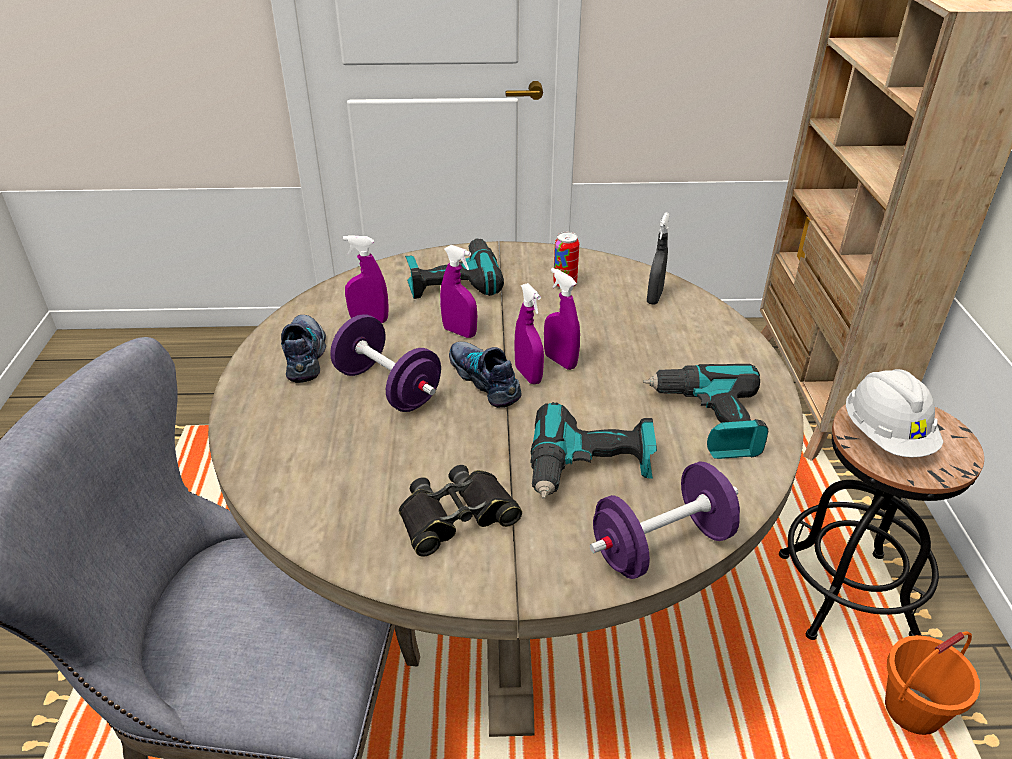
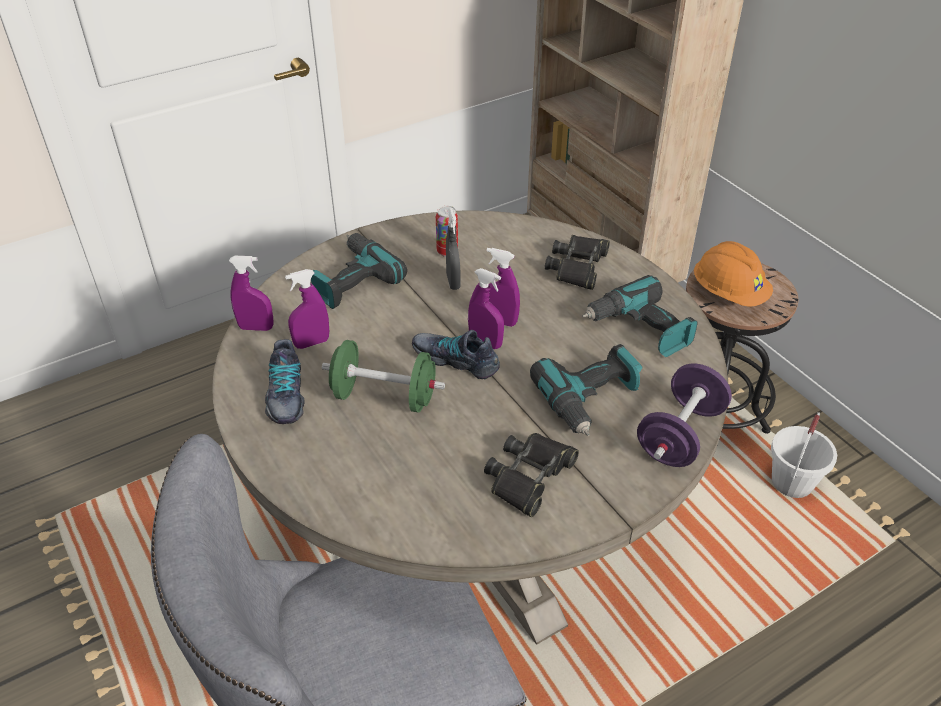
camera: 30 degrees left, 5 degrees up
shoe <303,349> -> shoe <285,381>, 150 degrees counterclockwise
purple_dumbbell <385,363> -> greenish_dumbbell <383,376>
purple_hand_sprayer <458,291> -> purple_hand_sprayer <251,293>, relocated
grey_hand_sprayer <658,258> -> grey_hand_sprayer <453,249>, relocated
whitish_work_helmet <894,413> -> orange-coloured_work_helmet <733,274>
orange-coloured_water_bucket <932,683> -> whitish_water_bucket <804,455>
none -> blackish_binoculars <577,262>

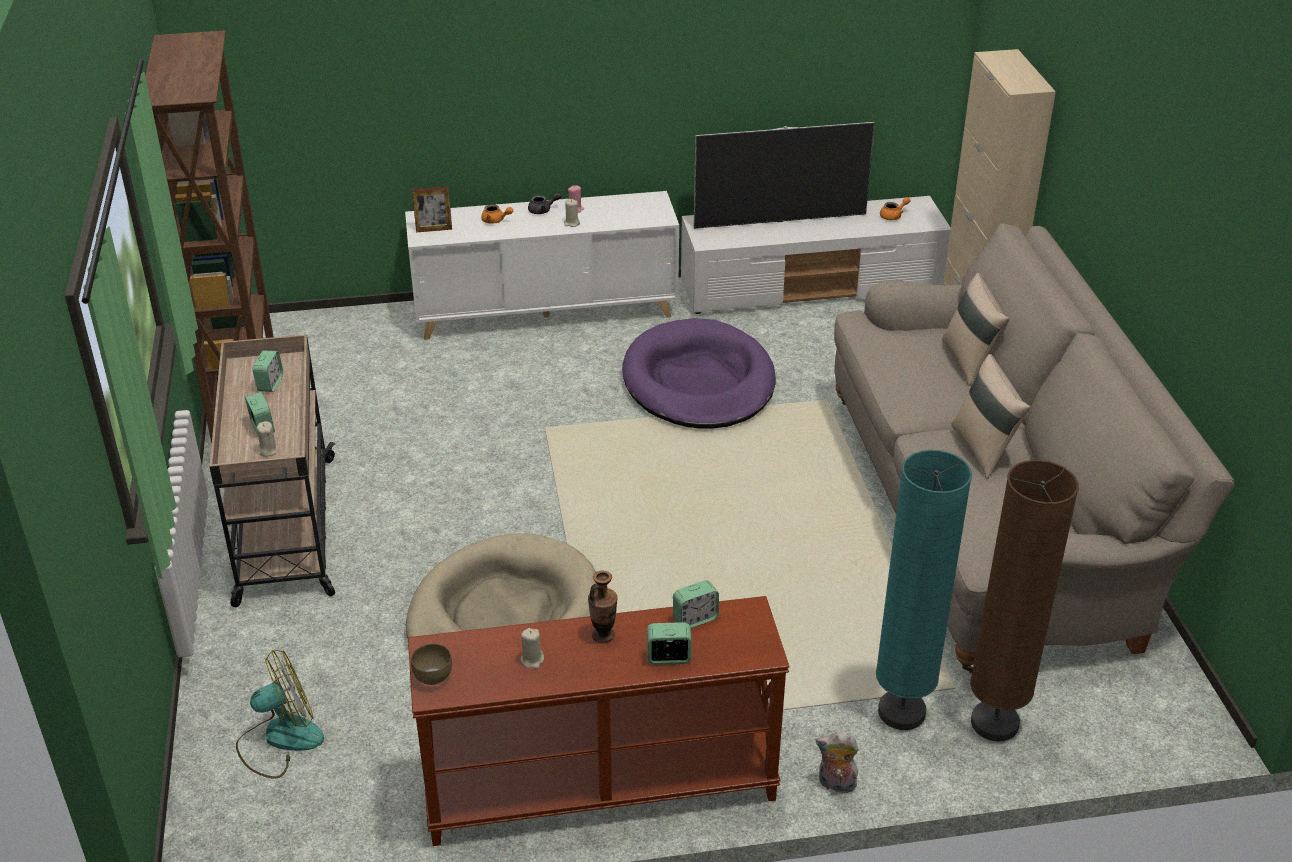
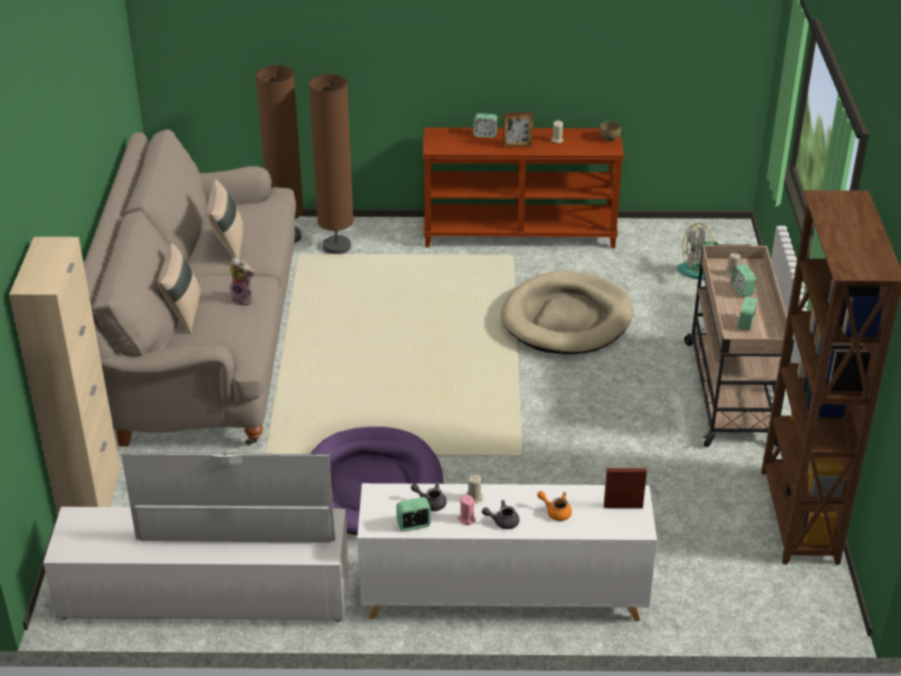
camera: 170 degrees left, 0 degrees up
decorative_vase <603,607> -> picture_frame <518,130>
table_clock <696,604> -> table_clock <413,514>, relocated
plush_toy <837,762> -> plush_toy <242,282>, relocated
blue-green_standard_lamp <924,590> -> brownish_standard_lamp <331,164>
orange-coloured_teapot <895,208> -> none
none -> grey_teapot <429,496>

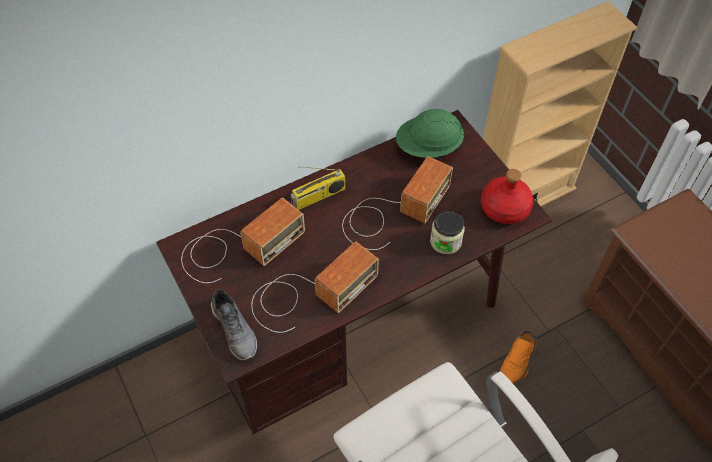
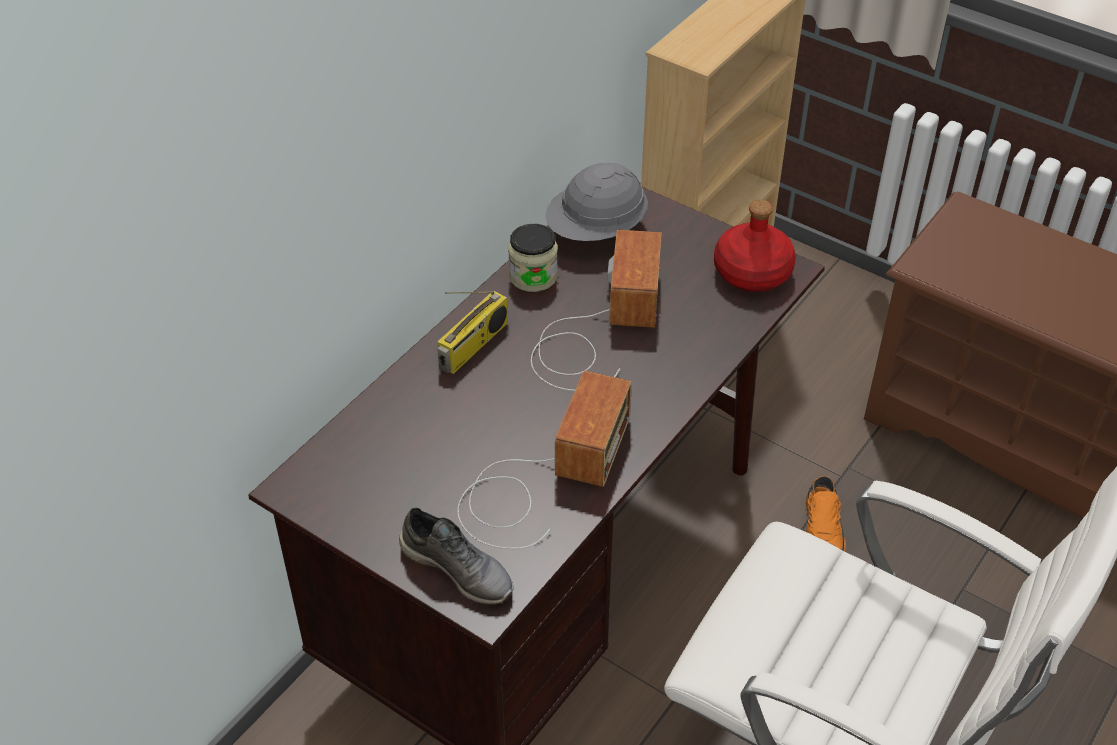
camera: 25 degrees left, 10 degrees down
radio <243,240> -> none
greenish_work_helmet <430,134> -> grey_work_helmet <596,201>
storage_jar <447,232> -> storage_jar <533,258>, relocated

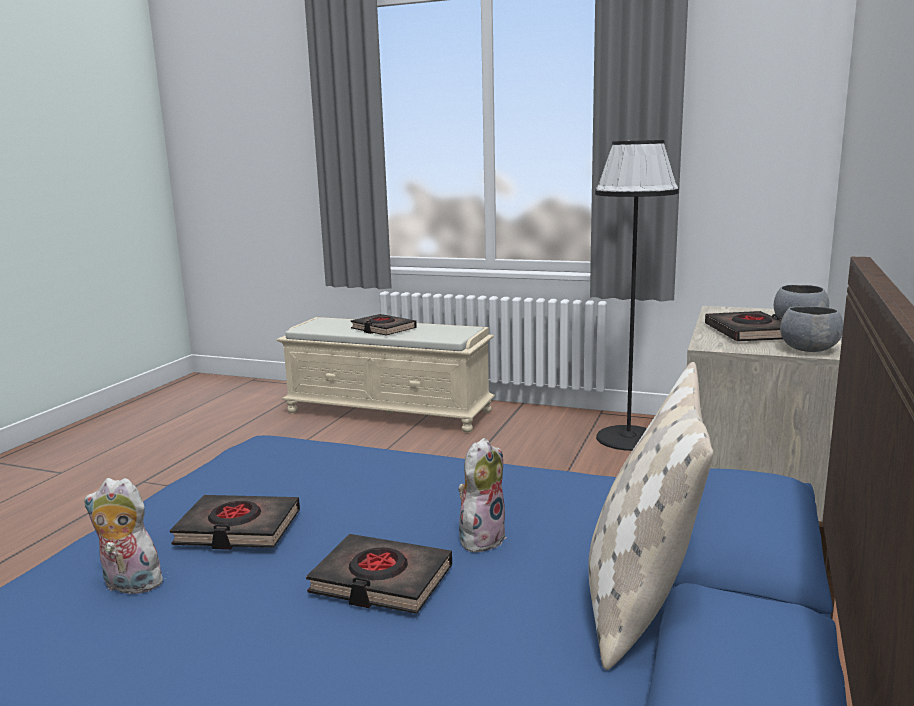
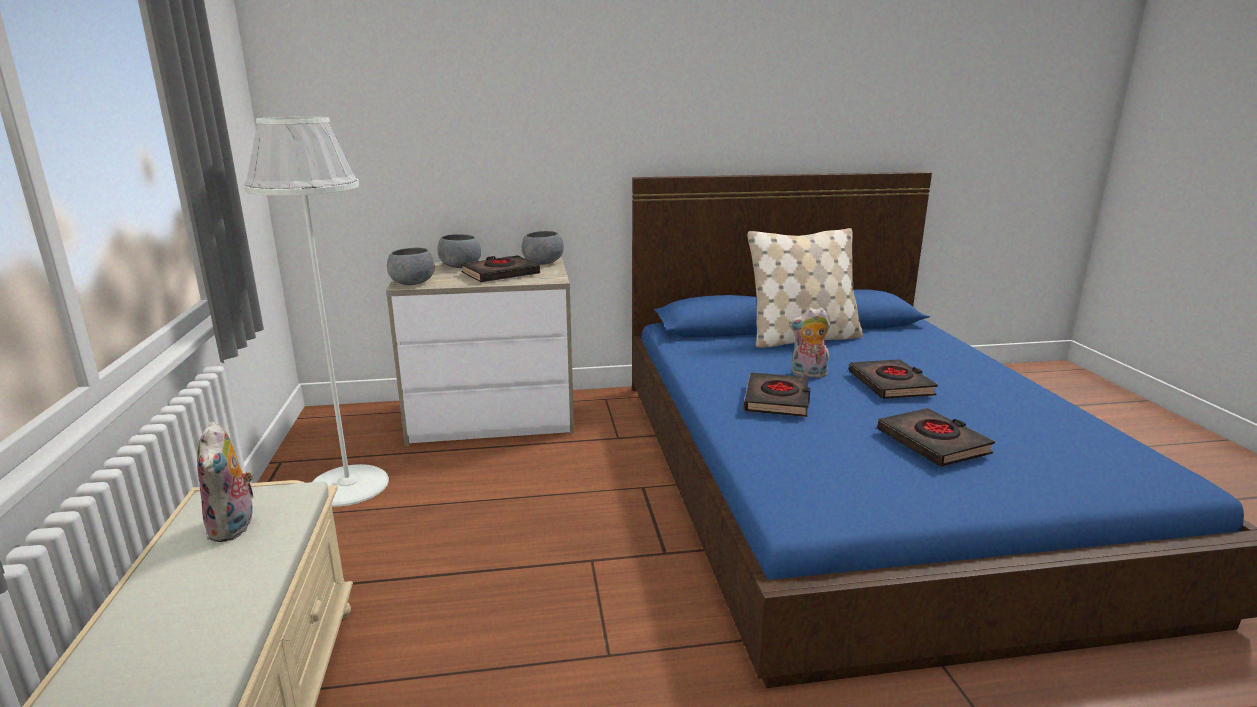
camera: 120 degrees left, 5 degrees up
plush_toy <126,536> -> plush_toy <227,482>, relocated
blackish_volume <384,324> -> blackish_volume <777,395>, relocated
blackish_standard_lamp <637,295> -> whitish_standard_lamp <316,312>
none -> grey_deep_dish <411,266>

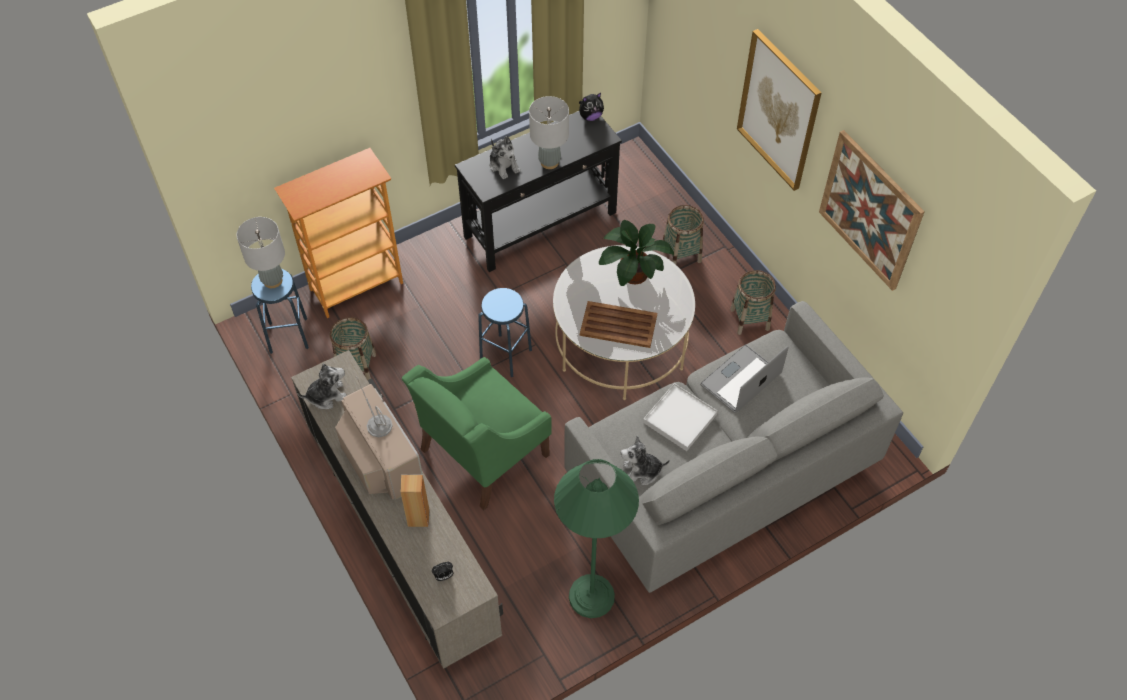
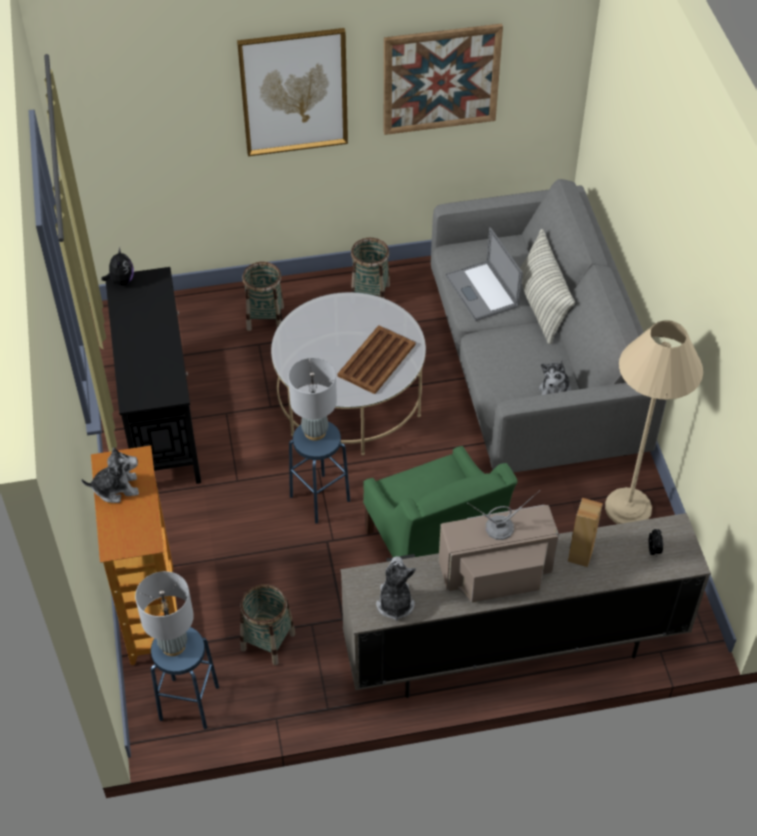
camera: 70 degrees left, 5 degrees down
plush_toy <504,157> -> plush_toy <110,475>, relocated
grey_tabletop_lamp <549,132> -> grey_tabletop_lamp <312,399>, relocated
greenish_standard_lamp <596,538> -> beige_standard_lamp <654,422>
houseplant <636,253> -> none
whitish_carrying_tray <680,417> -> none
none -> throw_pillow <547,286>

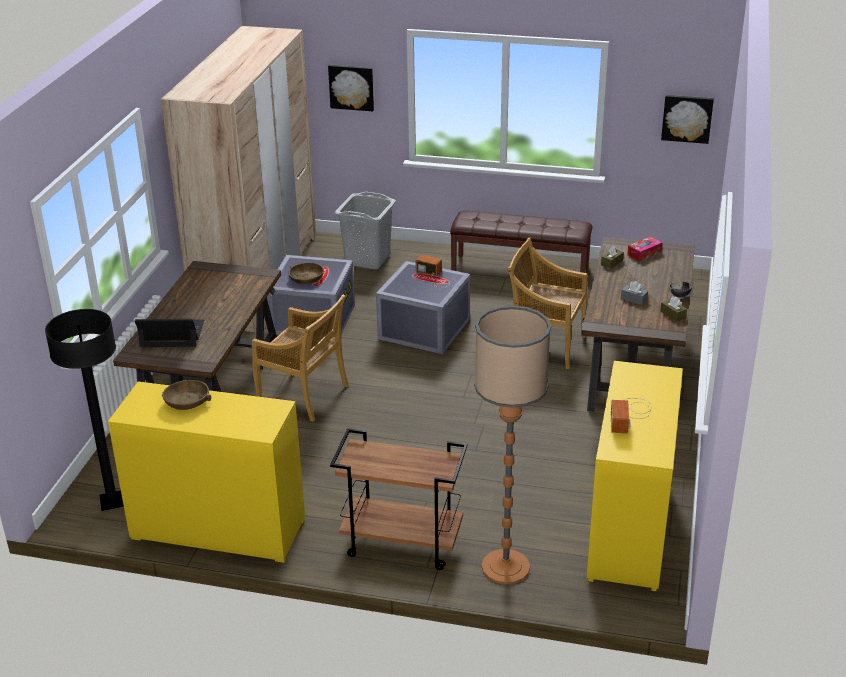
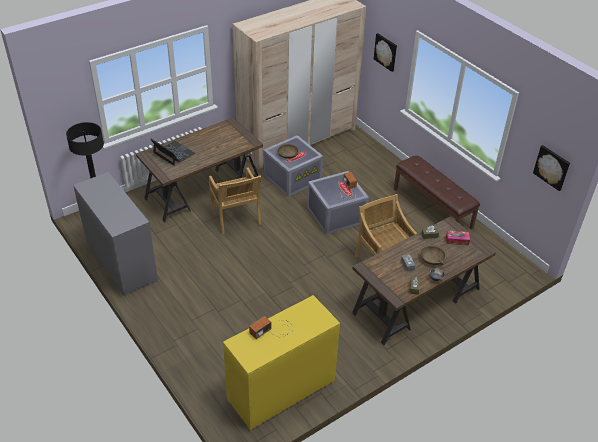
camera: 40 degrees right, 10 degrees up
yellowish_chest_of_drawers <206,472> -> grey_chest_of_drawers <115,234>
brownish_deep_dish <186,395> -> brownish_deep_dish <433,255>, relocated
brownish_trolley <398,499> -> none
grey_hamper <365,231> -> none
standard_lamp <512,445> -> none

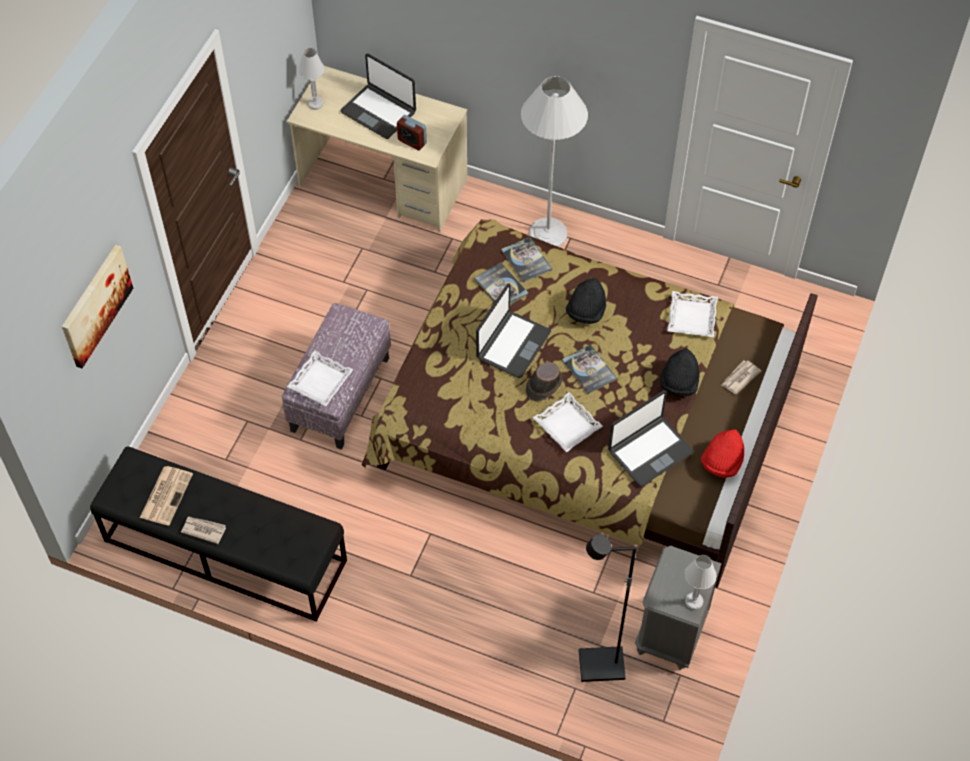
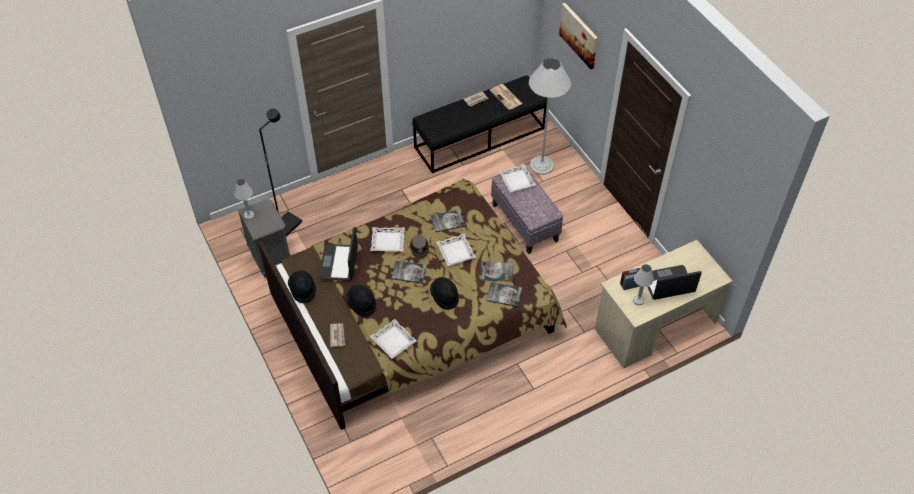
camera: 130 degrees right, 5 degrees down
whitish_tabletop_lamp <311,79> -> whitish_tabletop_lamp <643,284>, relocated
laptop <513,330> -> whitish_carrying_tray <456,250>
whitish_standard_lamp <554,161> -> whitish_standard_lamp <550,116>, relocated
reddish_clothing_hat <722,453> -> blackish_clothing_hat <302,286>
none -> volume <447,221>

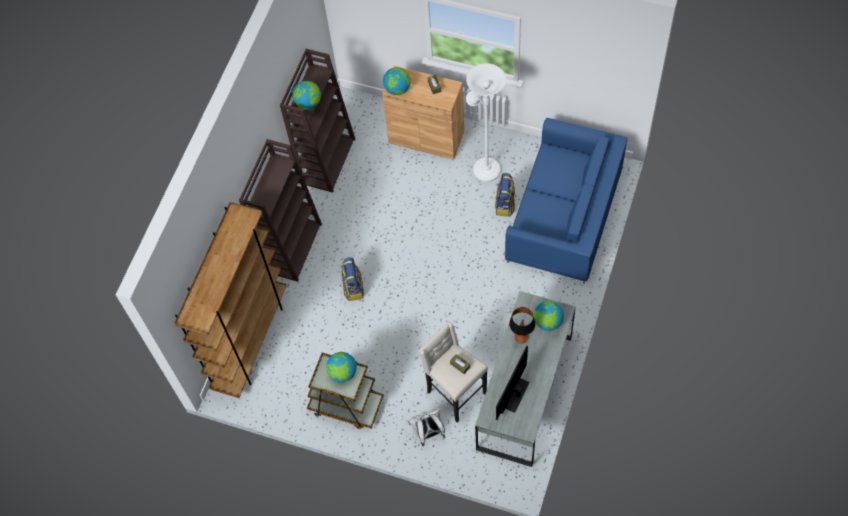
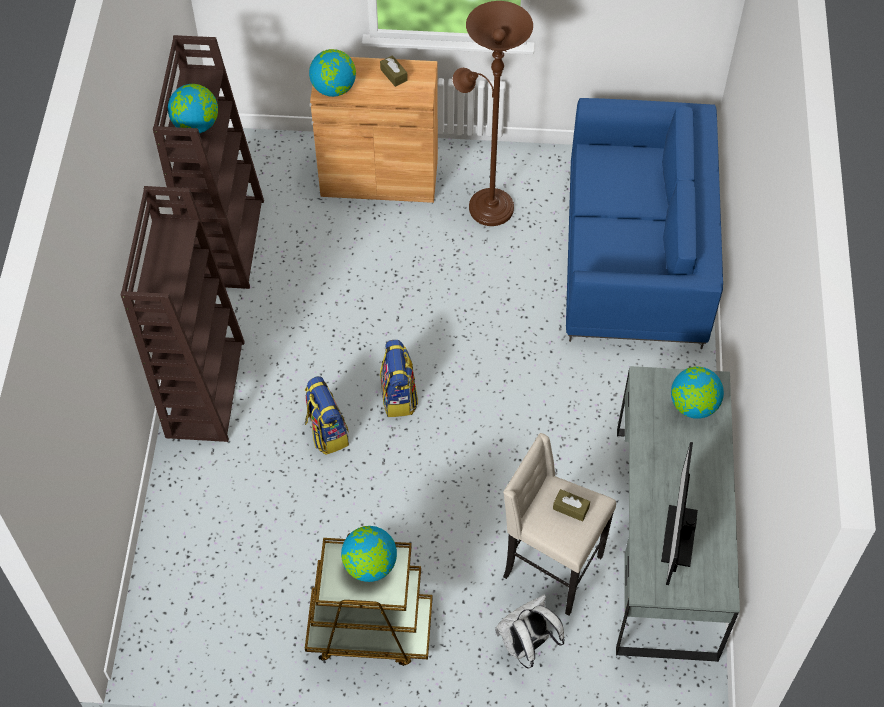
camera: 20 degrees left, 5 degrees down
brownish_bookcase <230,300> -> none
whitish_standard_lamp <486,122> -> brownish_standard_lamp <493,113>
knapsack <505,194> -> knapsack <399,378>, relocated
tabletop_lamp <522,325> -> none

